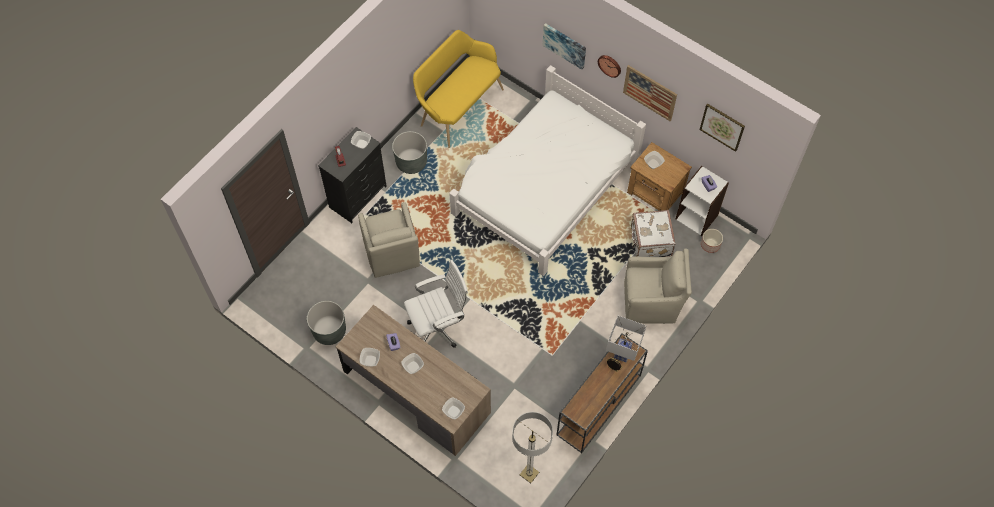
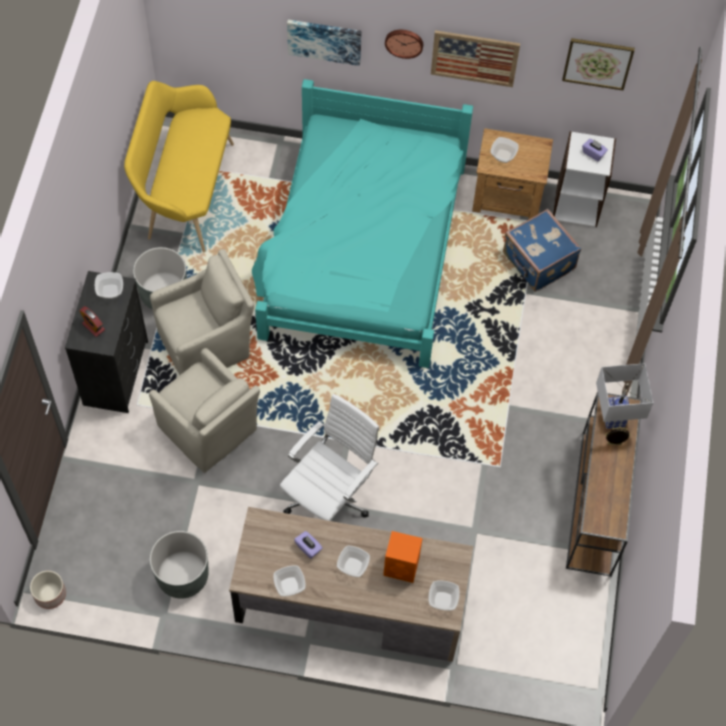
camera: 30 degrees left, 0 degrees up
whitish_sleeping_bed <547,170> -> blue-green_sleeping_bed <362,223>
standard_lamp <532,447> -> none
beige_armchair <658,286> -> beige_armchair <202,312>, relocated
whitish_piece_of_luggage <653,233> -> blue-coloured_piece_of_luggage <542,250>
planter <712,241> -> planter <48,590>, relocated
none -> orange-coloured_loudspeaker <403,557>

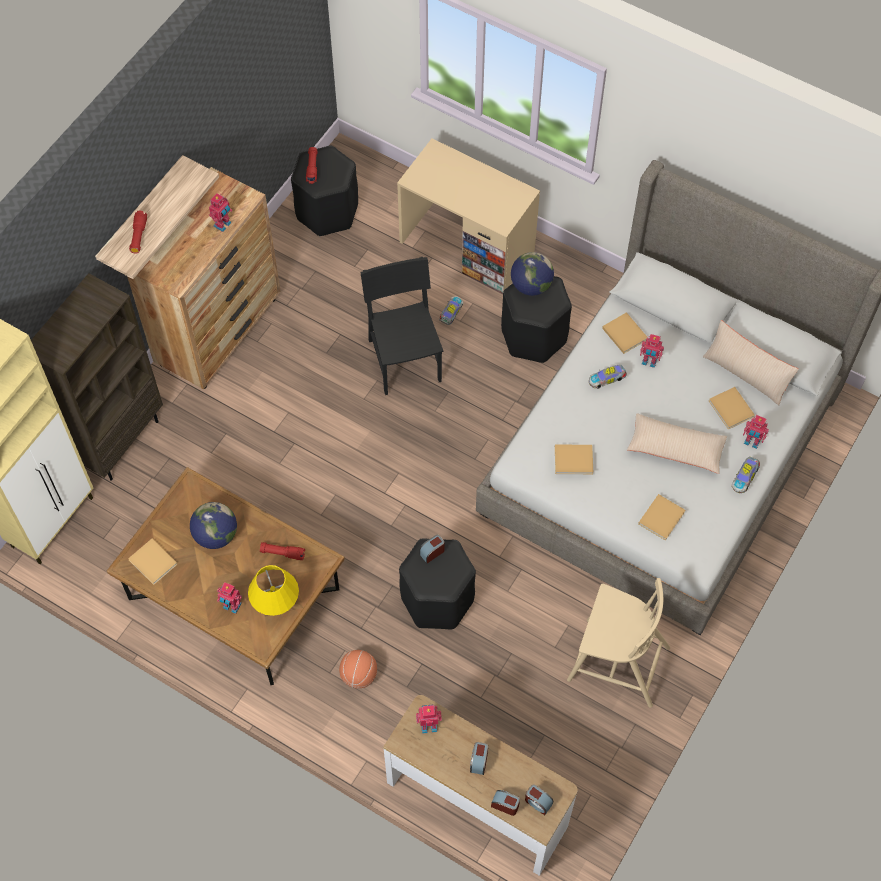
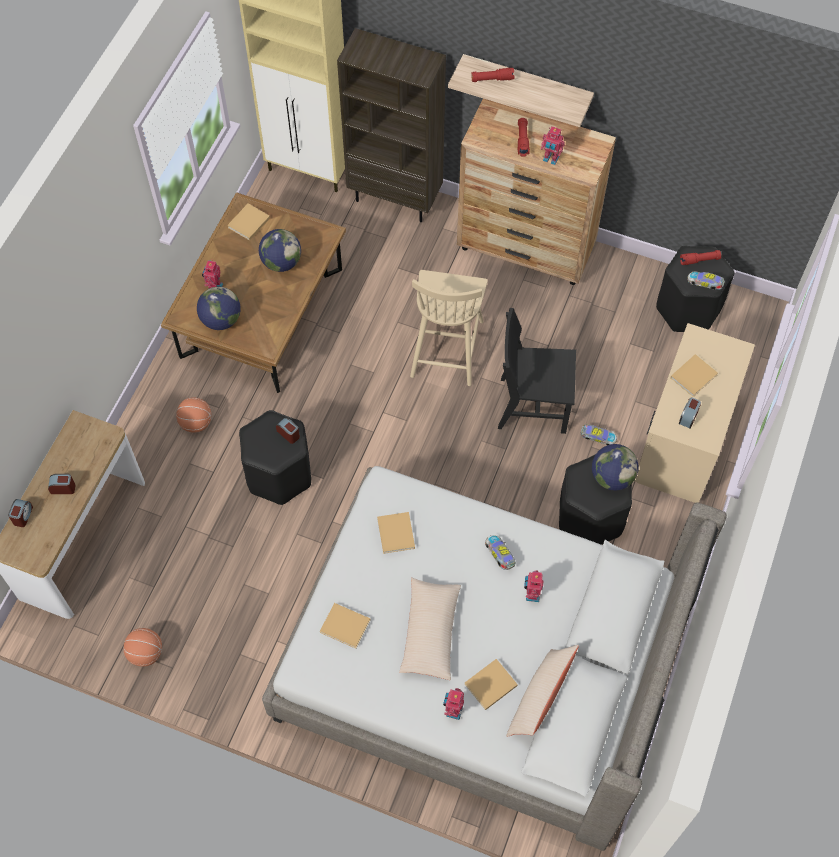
camera: 80 degrees right, 0 degrees up
yellowish_tabletop_lamp <273,590> -> globe <219,308>
reddish_torch <282,551> -> reddish_torch <524,137>, relocated
blackish_plain_chair <402,326> -> blackish_plain_chair <537,371>, 150 degrees counterclockwise
robot_figure <429,719> -> none
table_clock <539,799> -> table_clock <690,413>, relocated
beige_plain_chair <618,643> -> beige_plain_chair <449,328>, relocated
beige_volume <625,333> -> beige_volume <694,375>, relocated
model_car <746,475> -> model_car <705,280>, relocated
none -> ball_for_basketball <142,647>

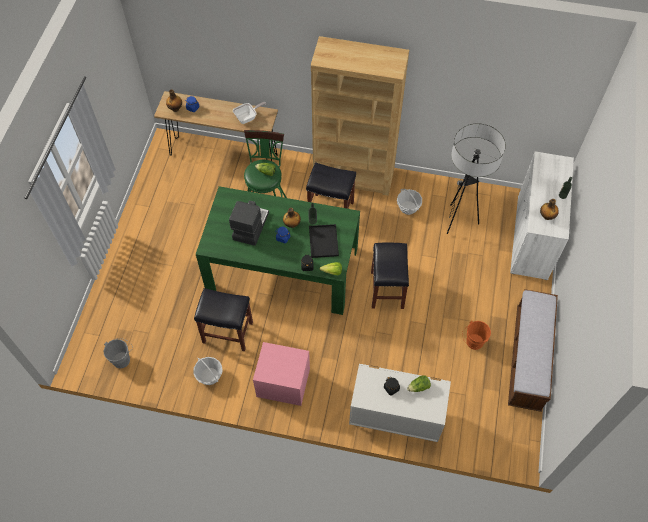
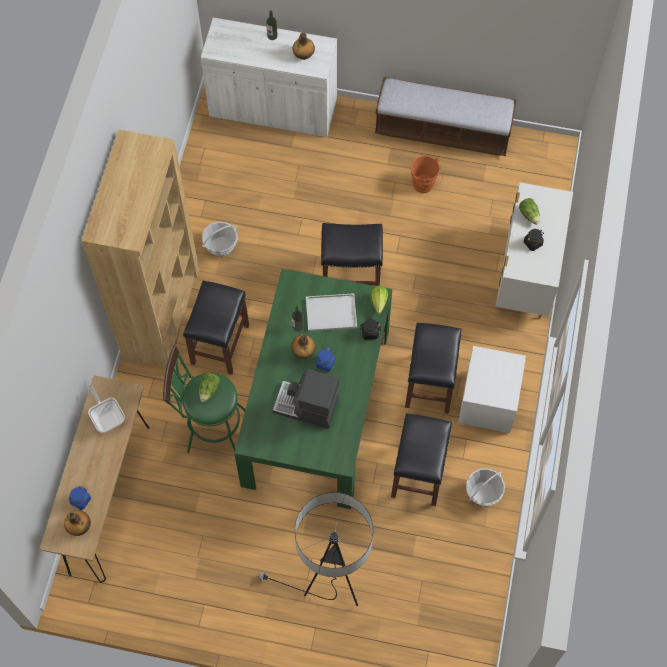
camera: 90 degrees left, 5 degrees up
grey_water_bucket <118,353> -> none
pinkish_bedside_table <281,374> -> whitish_bedside_table <492,389>
blackish_carrying_tray <324,241> -> whitish_carrying_tray <331,312>
standard_lamp <476,179> -> standard_lamp <315,549>, relocated
none -> blackish_sitting_stool <433,368>

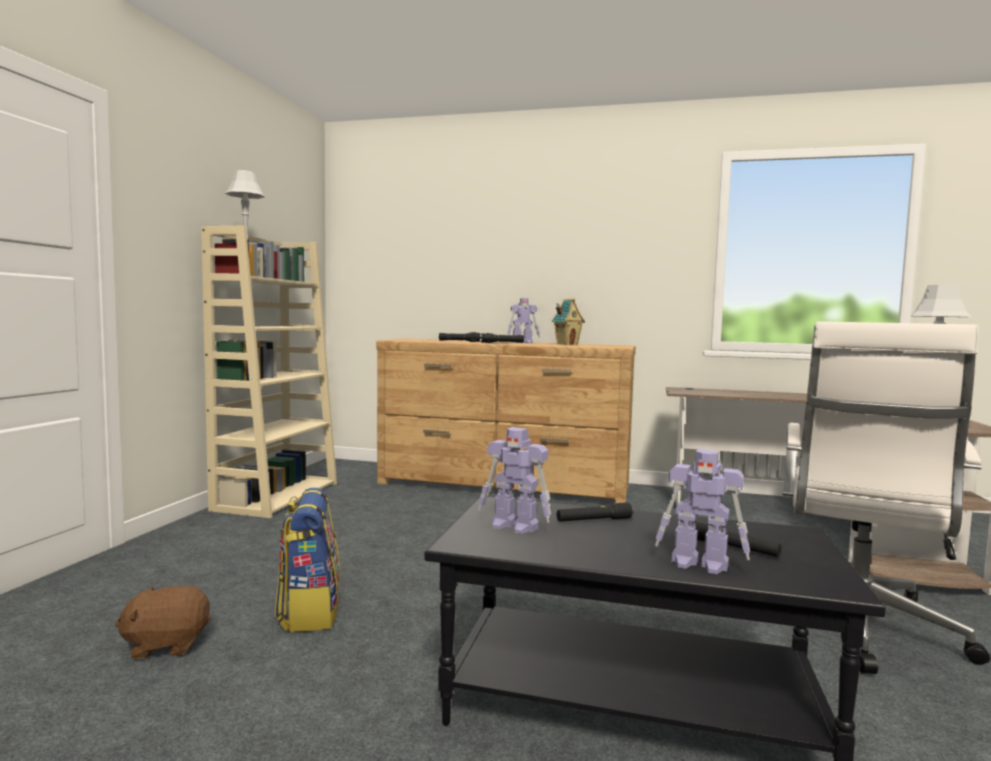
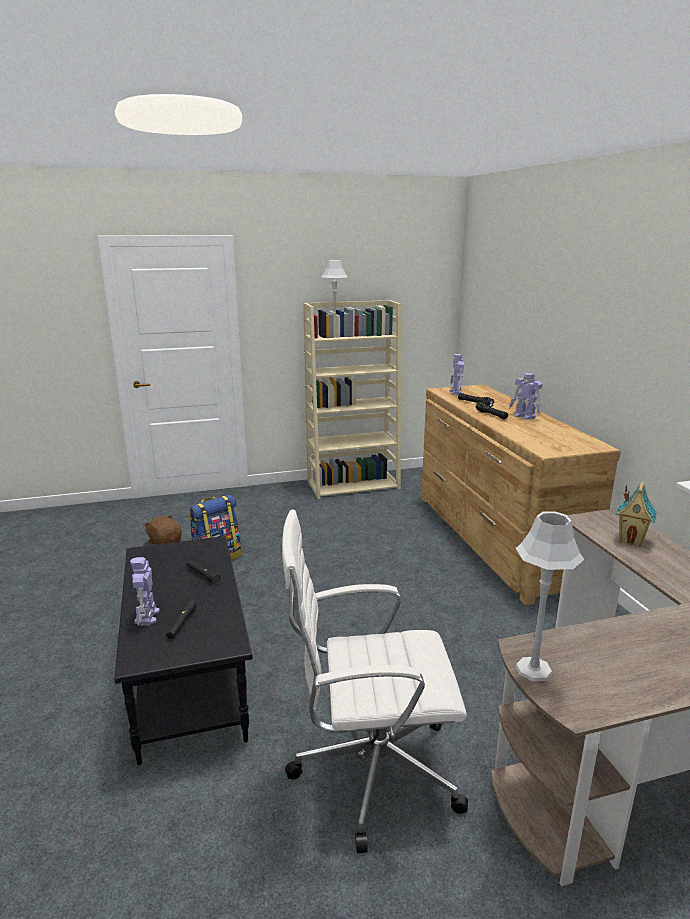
camera: 60 degrees right, 15 degrees up
robot_figure <514,480> -> robot_figure <457,374>, relocated
miniature_house <568,322> -> miniature_house <636,514>, relocated

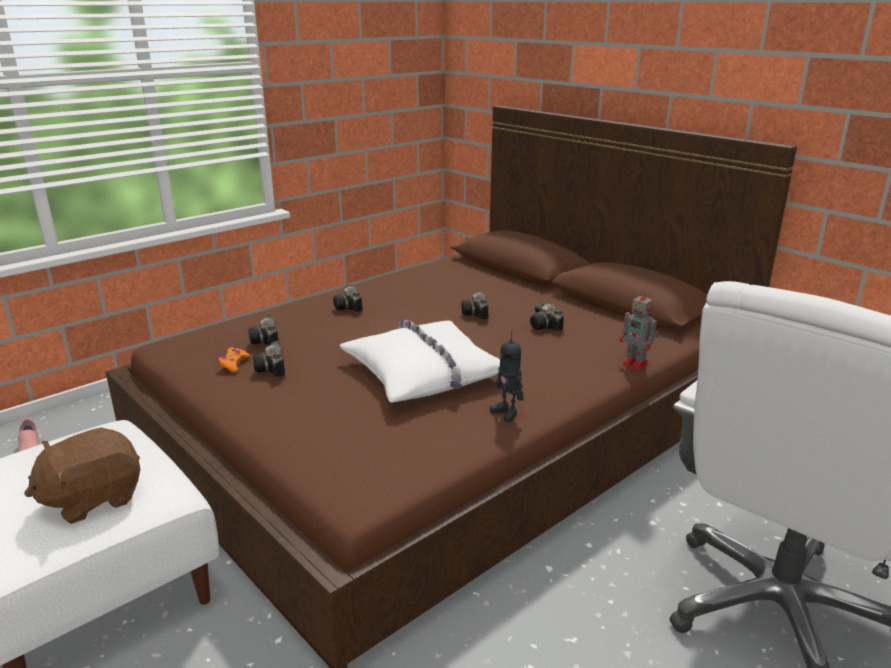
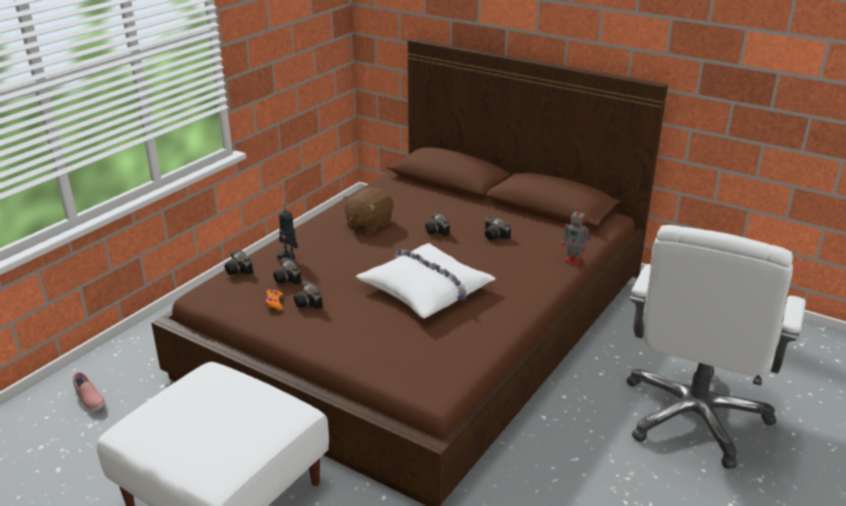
camera: 15 degrees left, 5 degrees up
brownish_plush_toy <82,475> -> brownish_plush_toy <368,210>, relocated
still_camera <348,298> -> still_camera <239,262>, relocated
robot_figure <506,376> -> robot_figure <287,232>, relocated

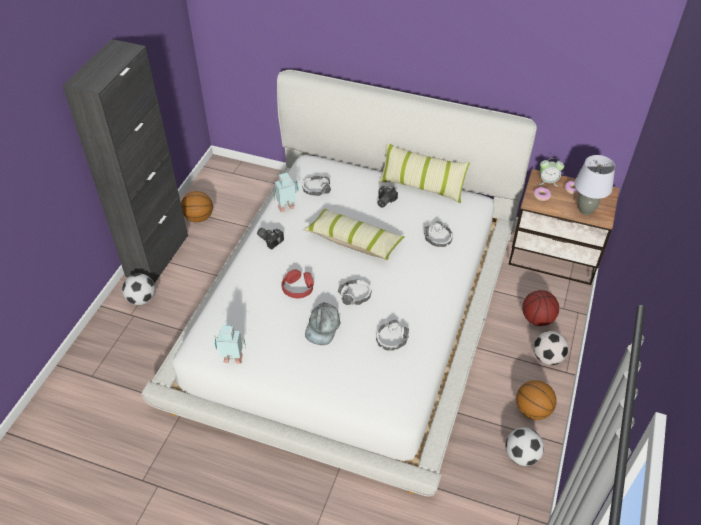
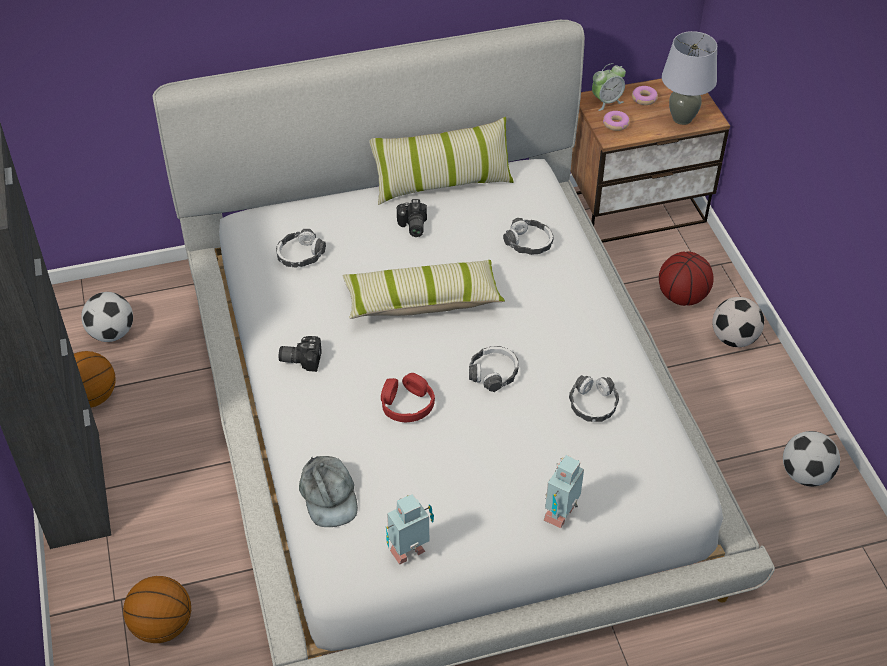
camera: 35 degrees left, 0 degrees up
football_ball <138,289> -> football_ball <107,317>, relocated
robot_figure <285,192> -> robot_figure <564,491>, relocated
grey_cap <322,323> -> grey_cap <328,491>, relocated
ball_for_basketball <536,400> -> ball_for_basketball <157,609>, relocated

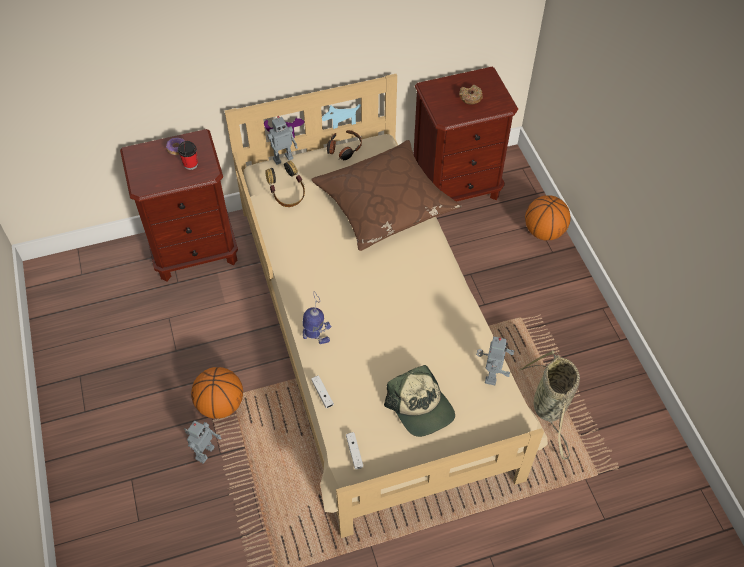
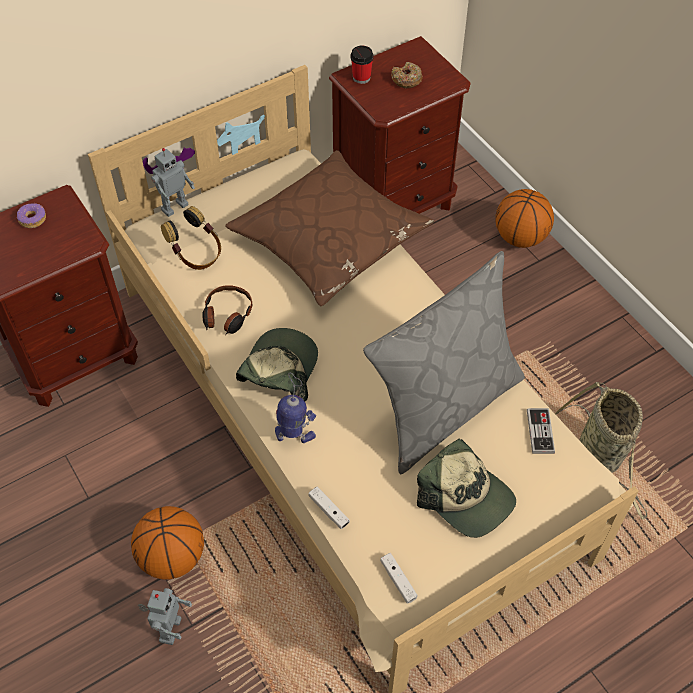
camera: 15 degrees left, 0 degrees up
small_cup <188,155> -> small_cup <362,65>, relocated
headphones <344,145> -> headphones <228,310>, relocated
robot_figure <495,361> -> joypad <541,431>
none -> cap <277,364>
none -> grey_throw_pillow <444,362>

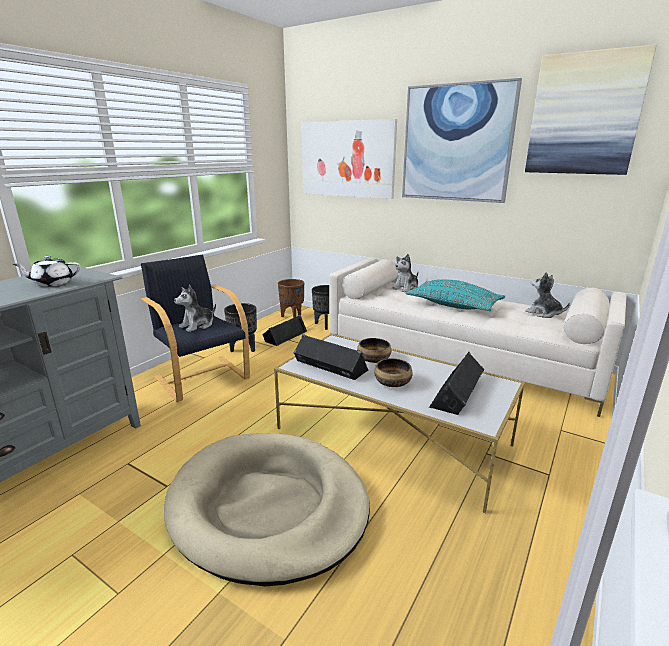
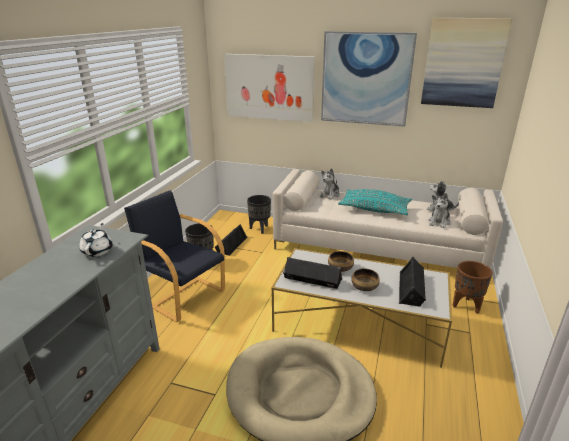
camera: 15 degrees left, 5 degrees up
whitish_teapot <47,271> -> whitish_teapot <96,240>, 120 degrees clockwise
plush_toy <195,308> -> plush_toy <440,211>, relocated
brownish_planter <291,298> -> brownish_planter <473,287>, relocated

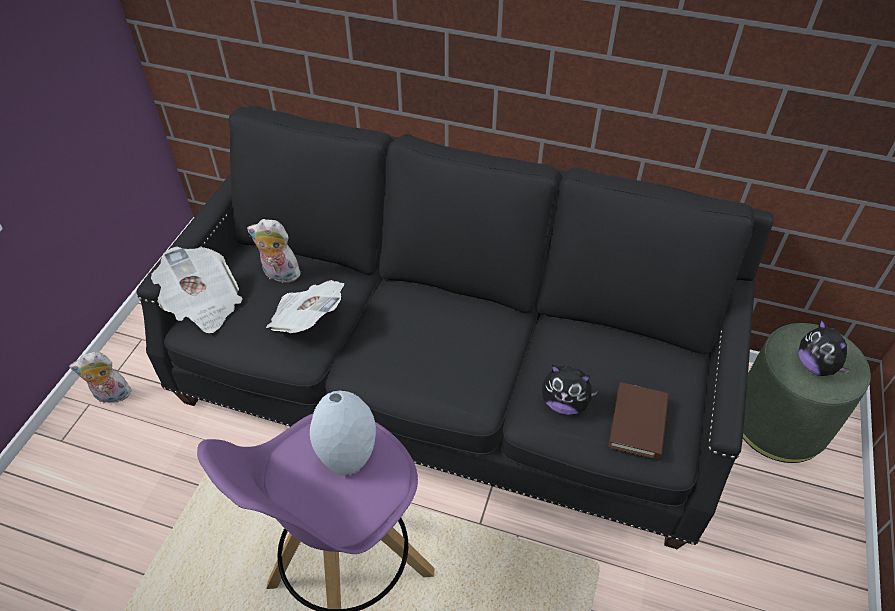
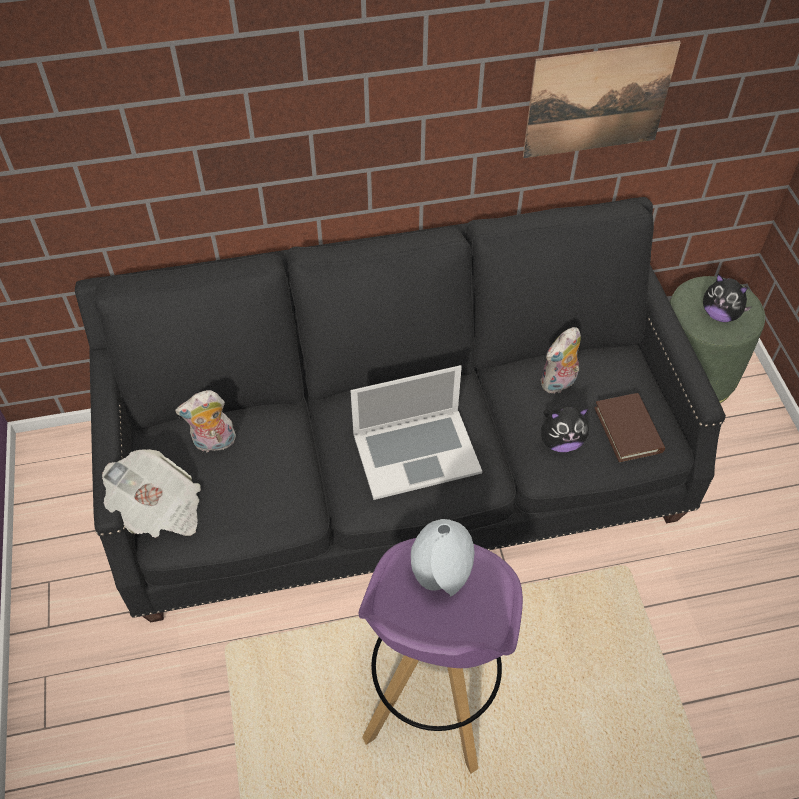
camera: 30 degrees left, 5 degrees up
plush_toy <101,377> -> plush_toy <560,360>, relocated
daily_paper <305,306> -> none
none -> laptop <416,432>
none -> picture <602,99>

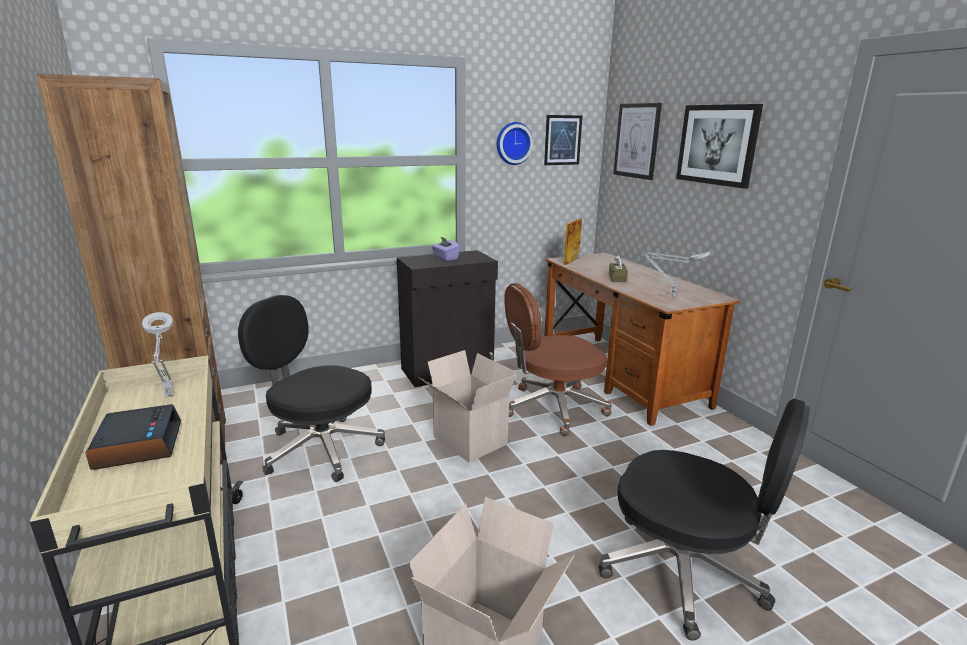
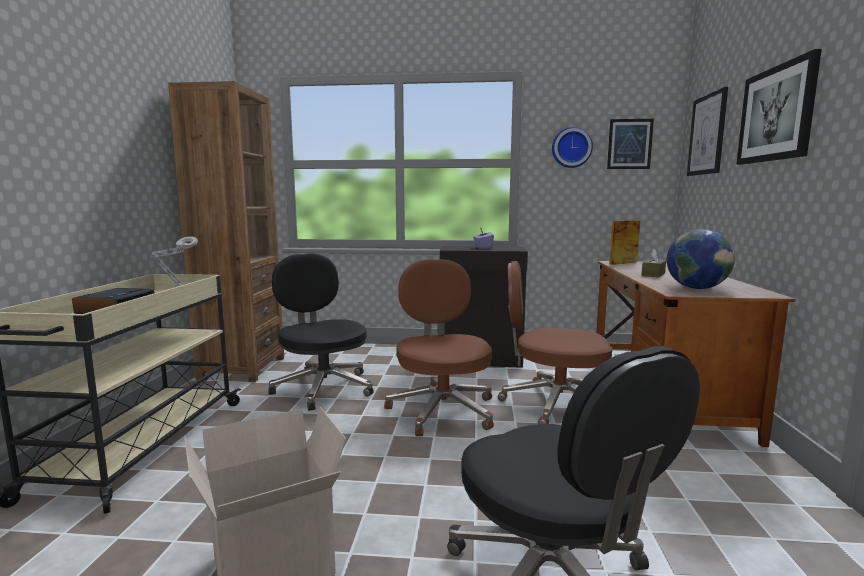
camera: 30 degrees right, 10 degrees down
carton <467,406> -> brownish_office_chair <439,347>
grey_tabletop_lamp <677,274> -> globe <701,259>

